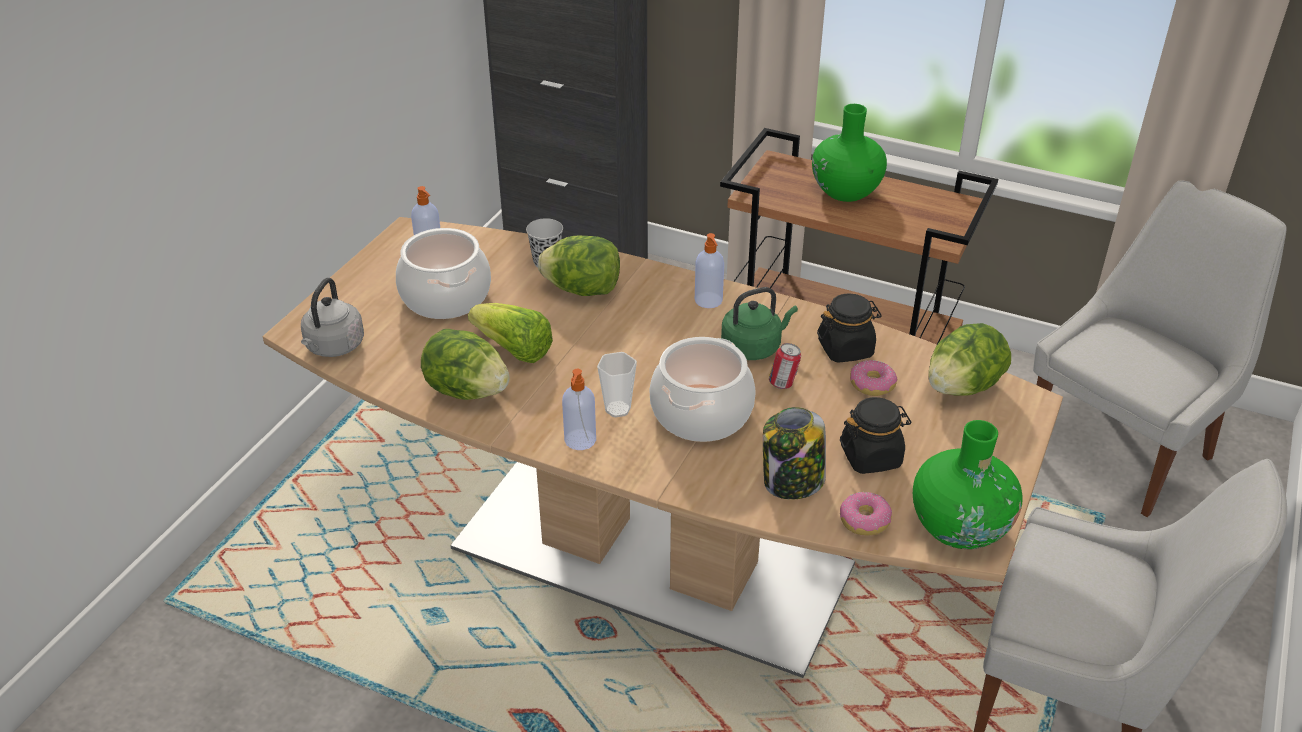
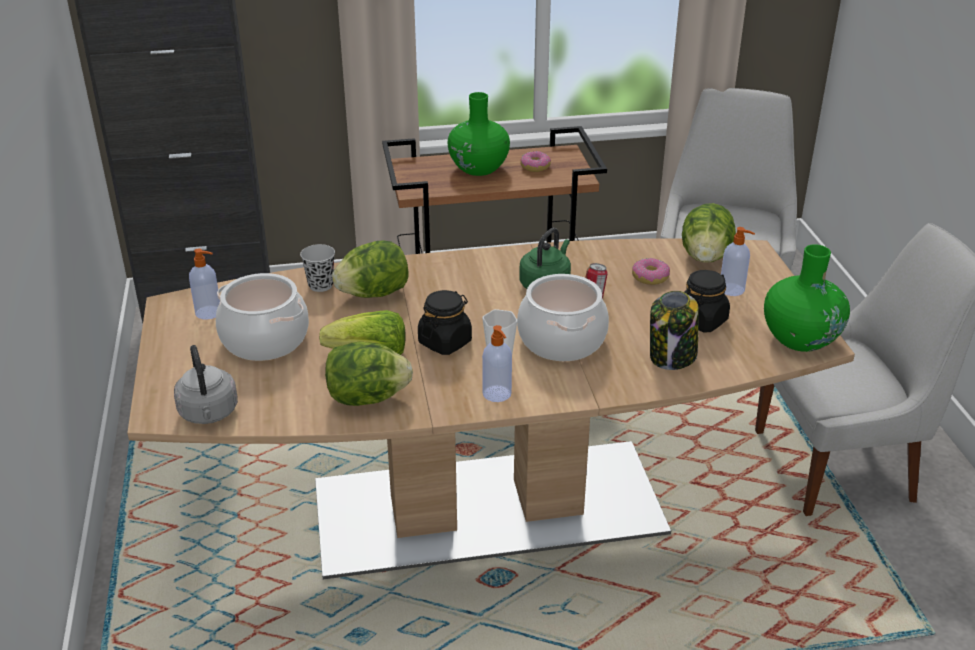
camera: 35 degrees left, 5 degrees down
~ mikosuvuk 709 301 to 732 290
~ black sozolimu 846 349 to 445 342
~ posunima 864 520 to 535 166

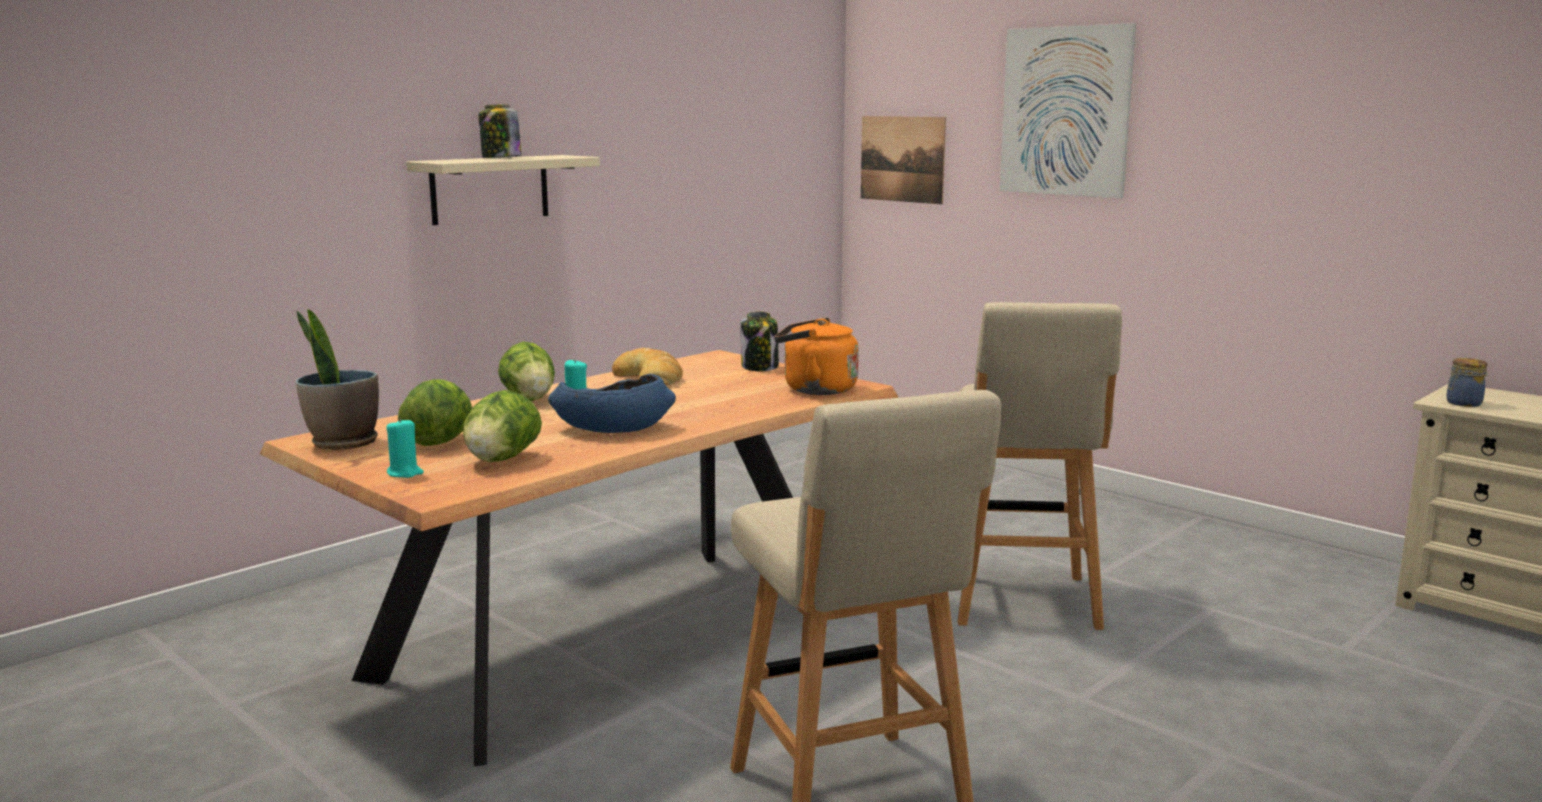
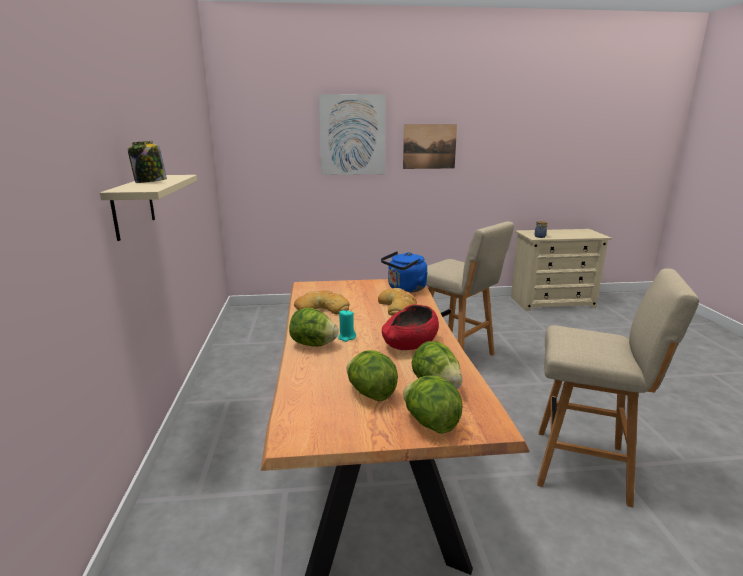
camera: 50 degrees left, 5 degrees up
- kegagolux 343 443
~ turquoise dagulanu 405 473 to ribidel 430 423
~ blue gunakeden 612 428 to red gunakeden 410 343
- sozolimu 760 367
~ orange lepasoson 815 389 to blue lepasoson 405 289
~ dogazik 902 159 to 429 146
+ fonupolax 398 307

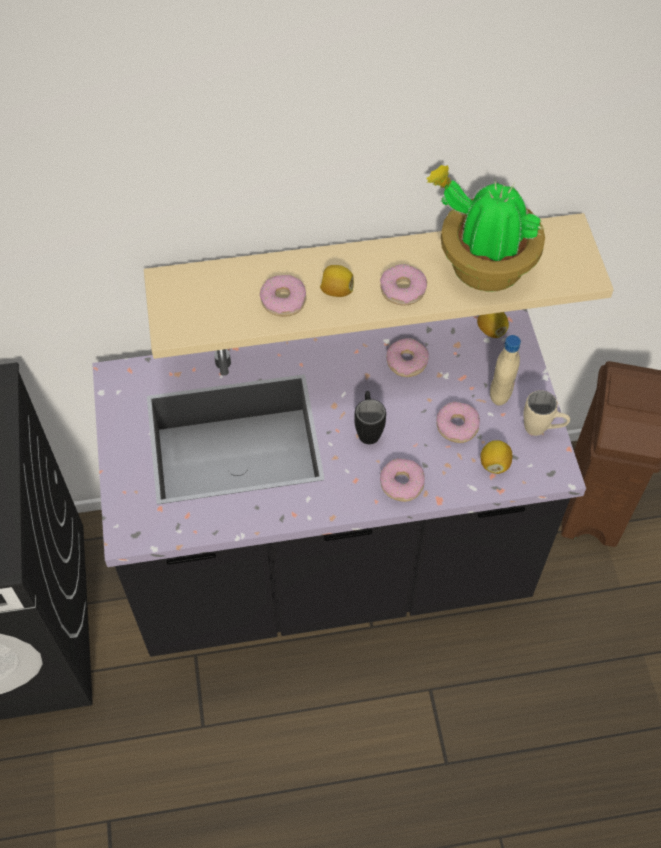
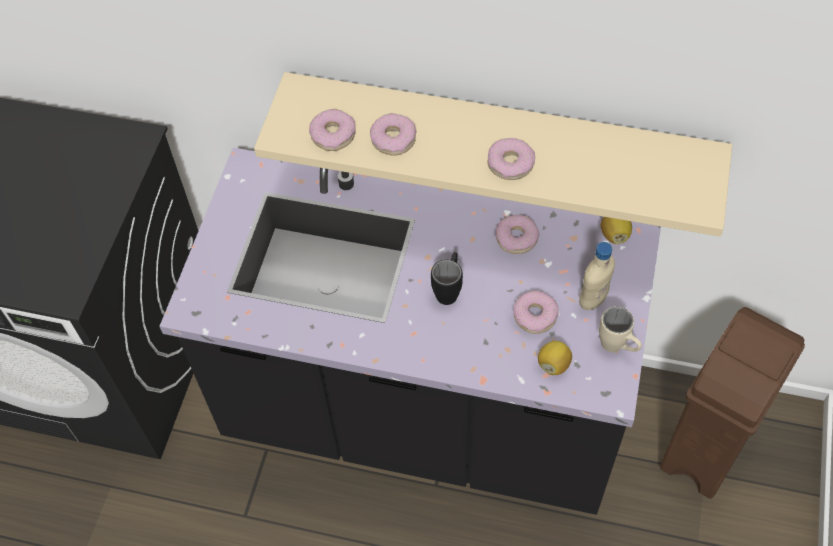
camera: 25 degrees right, 0 degrees up
- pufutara 336 290
~ posunima 402 483 to 333 135
- kegagolux 482 266

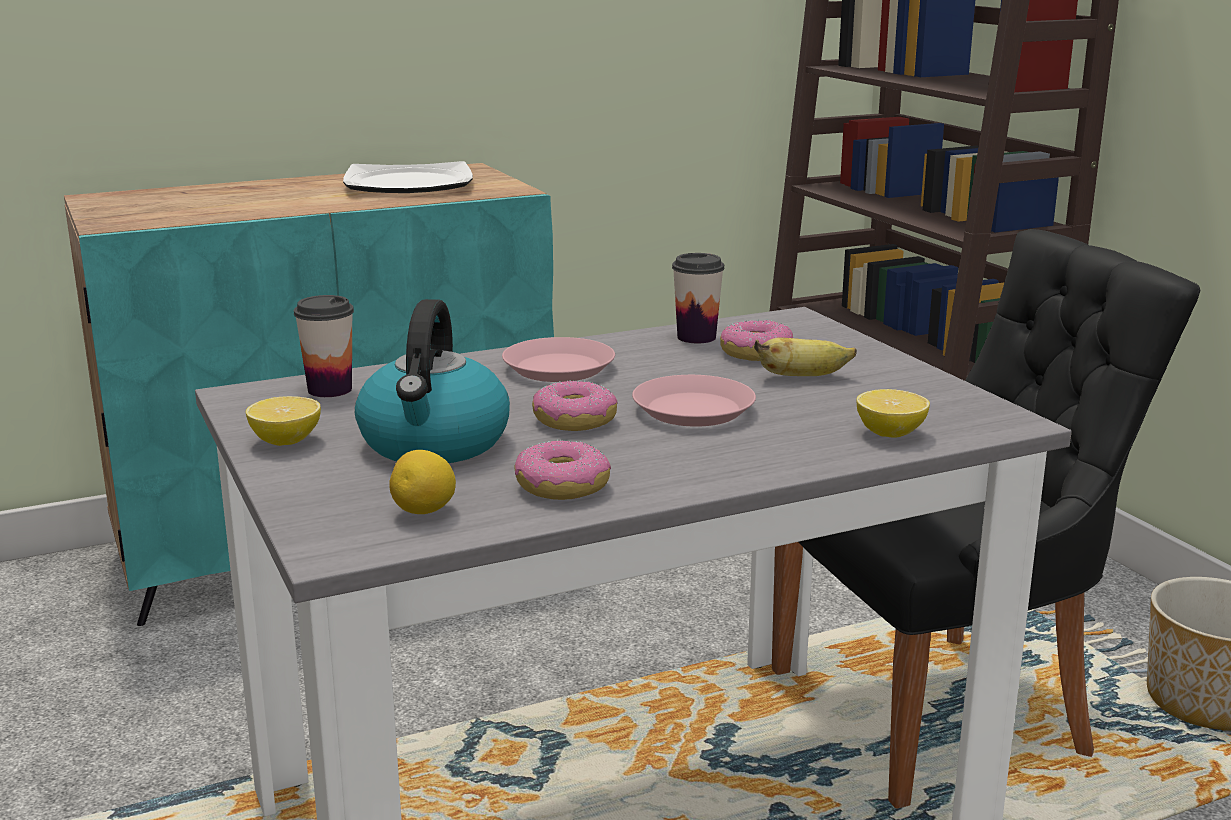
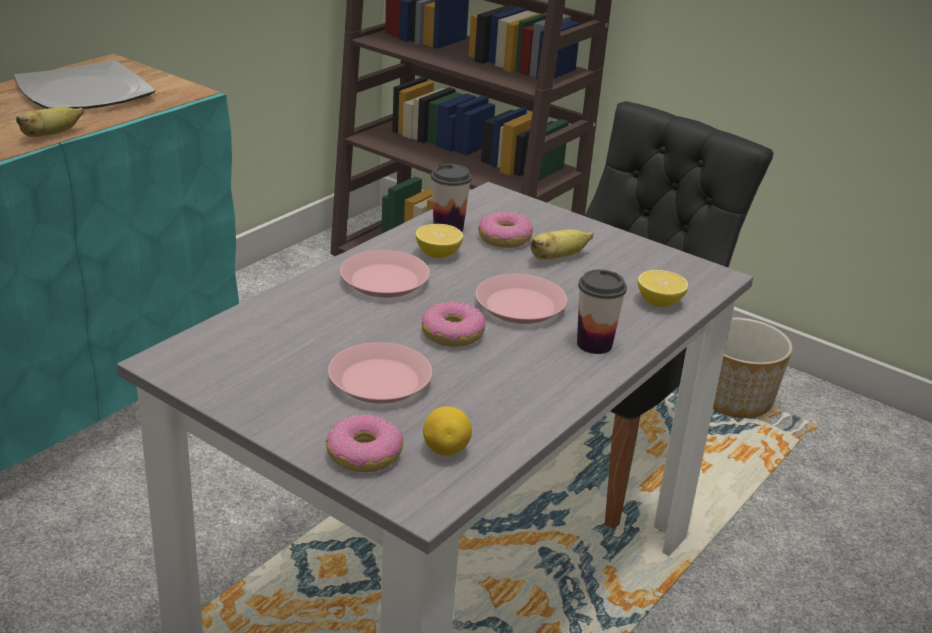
camera: 30 degrees left, 10 degrees up
~ pufutara 286 441 to 438 254
~ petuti 330 390 to 594 344
~ lepasoson 434 444 to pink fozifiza 379 381
~ posunima 561 486 to 364 455
+ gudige 51 135

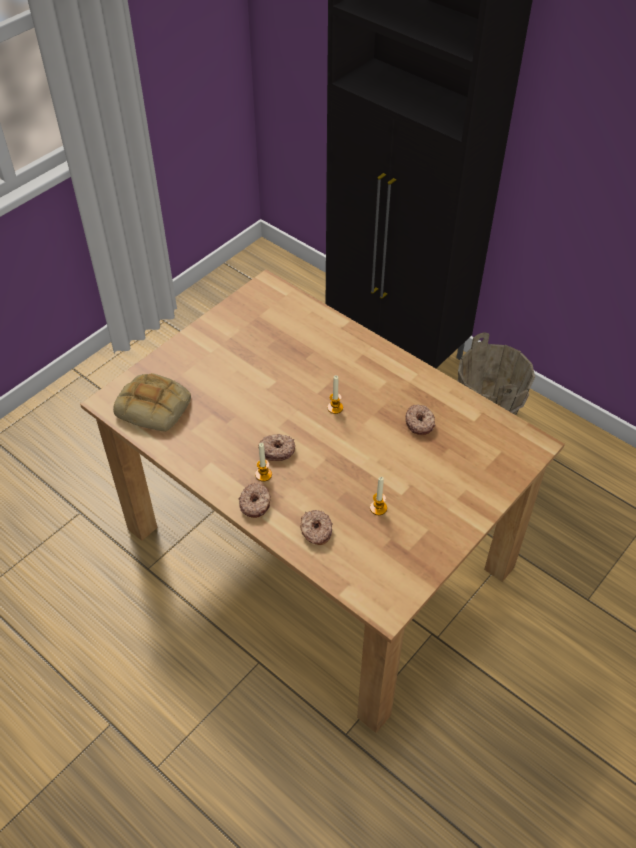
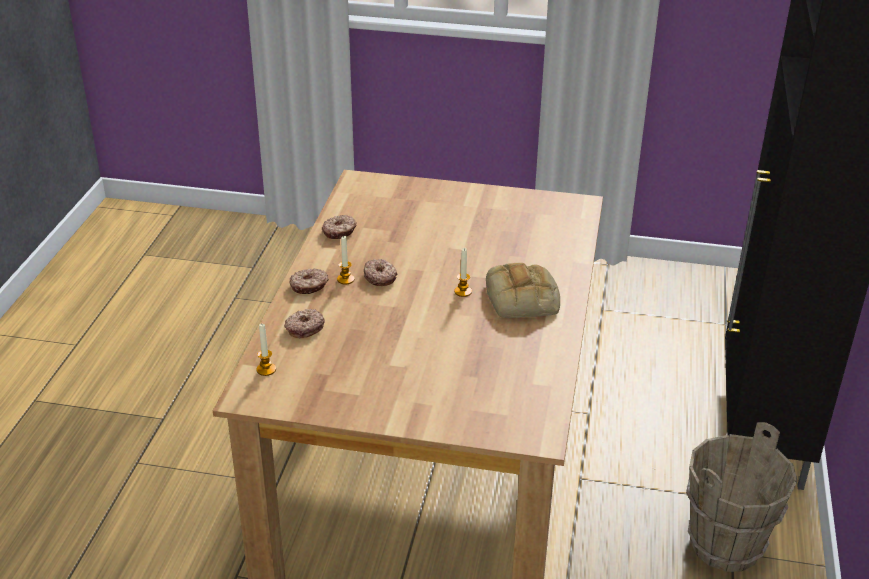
camera: 60 degrees right, 15 degrees down
~ fonupolax 155 406 to 523 299
~ dagulanu 378 508 to 266 369
~ posunima 420 423 to 339 232

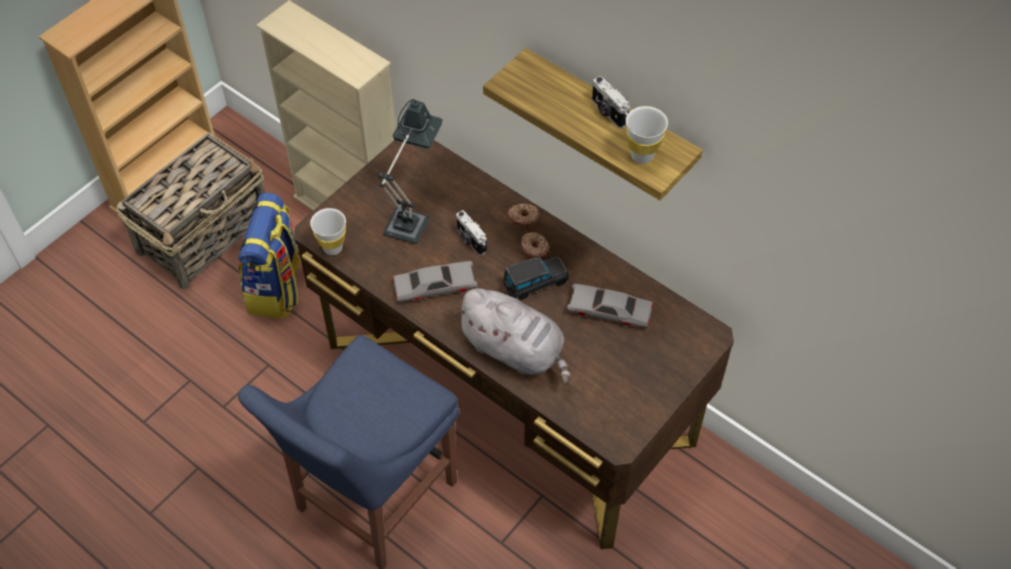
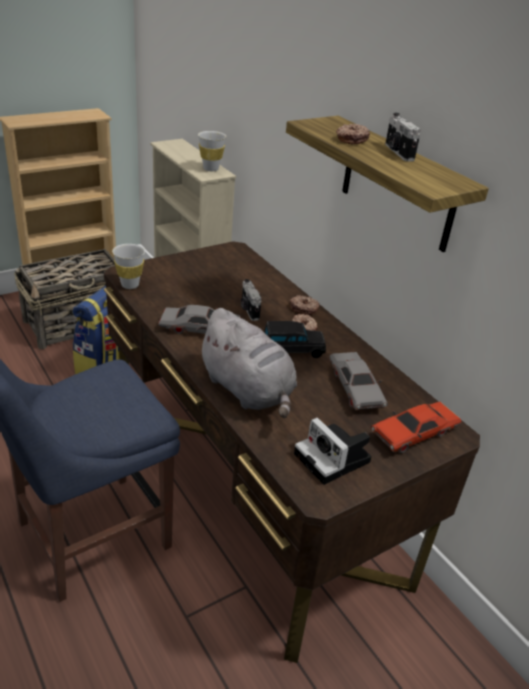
camera: 15 degrees right, 20 degrees down
- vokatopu 410 218
~ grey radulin 609 311 = 355 387 135 degrees counterclockwise
~ white petuti 642 155 to 211 169
+ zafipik 334 459
+ posunima 351 139
+ red radulin 414 433

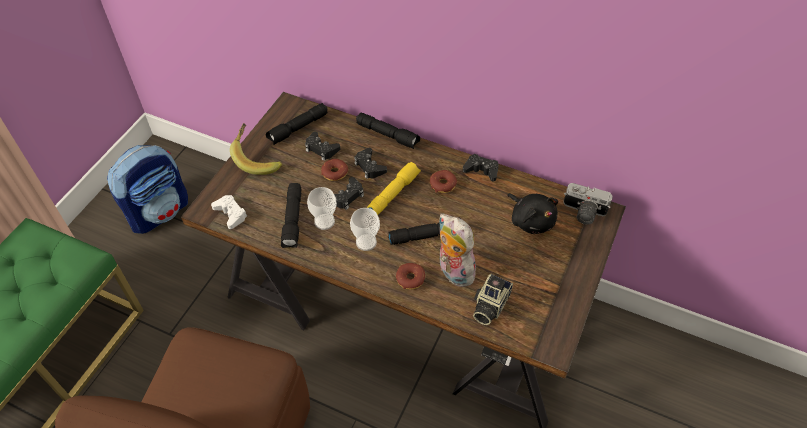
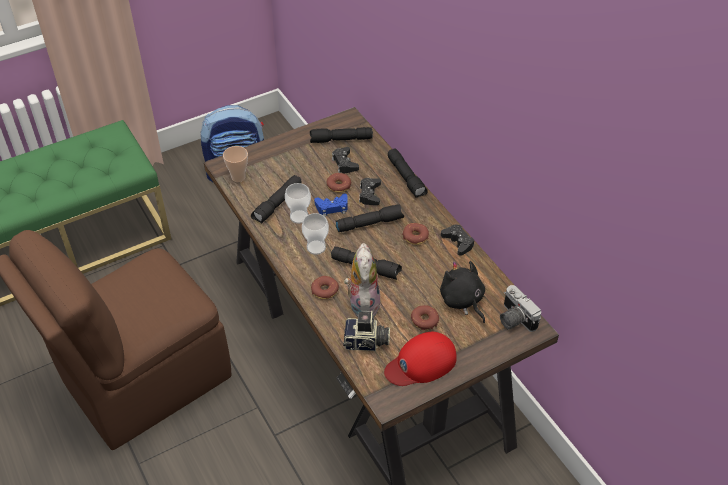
camera: 35 degrees right, 5 degrees down
~ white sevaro 231 214 to petuti 238 177
- gudige 258 158
~ black sevaro 347 196 to blue sevaro 332 207
~ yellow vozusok 393 193 to black vozusok 369 223
~ zafipik 489 306 = 366 343 150 degrees counterclockwise
~ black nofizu 531 220 = 462 301 150 degrees clockwise
+ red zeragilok 421 363
+ posunima 424 320

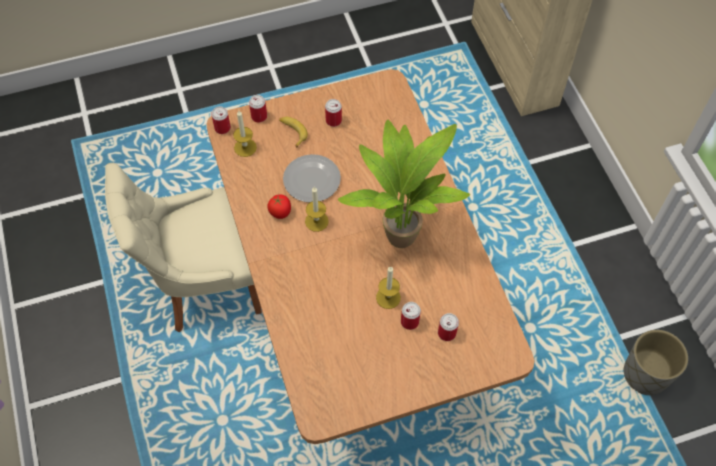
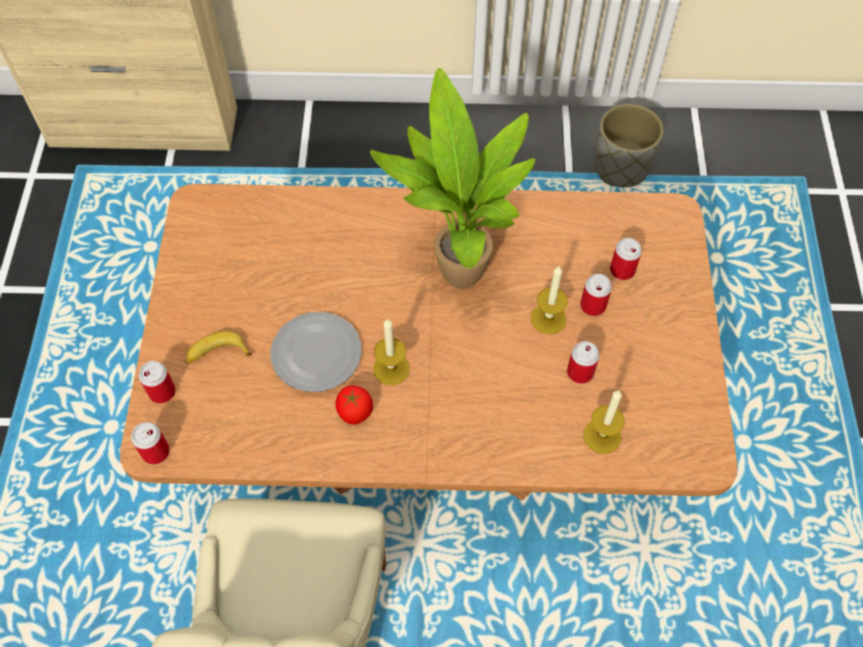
camera: 70 degrees left, 0 degrees up
~ dagulanu 245 147 to 602 436
~ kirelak 333 121 to 580 372

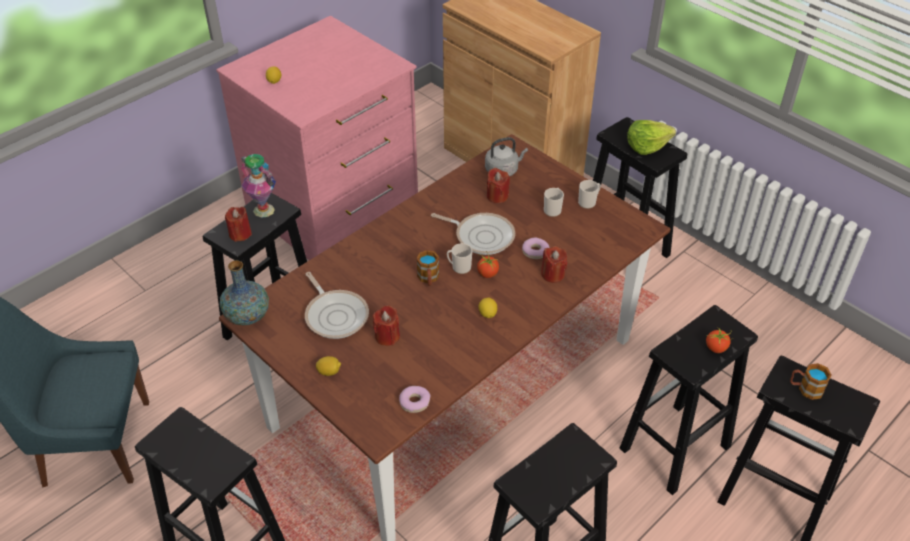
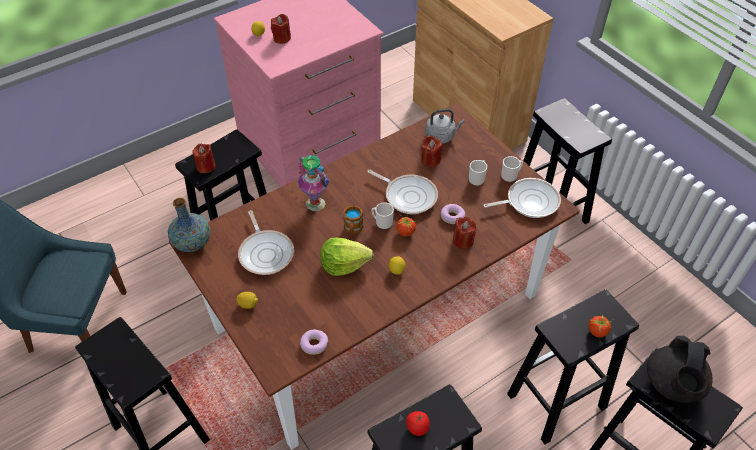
camera: 10 degrees right, 5 degrees up
~ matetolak 264 210 to 316 203
~ red dagulanu 387 336 to 282 38
~ ribidel 646 146 to 344 264
~ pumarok 805 389 to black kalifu 673 384
+ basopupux 417 428
+ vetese 529 201

